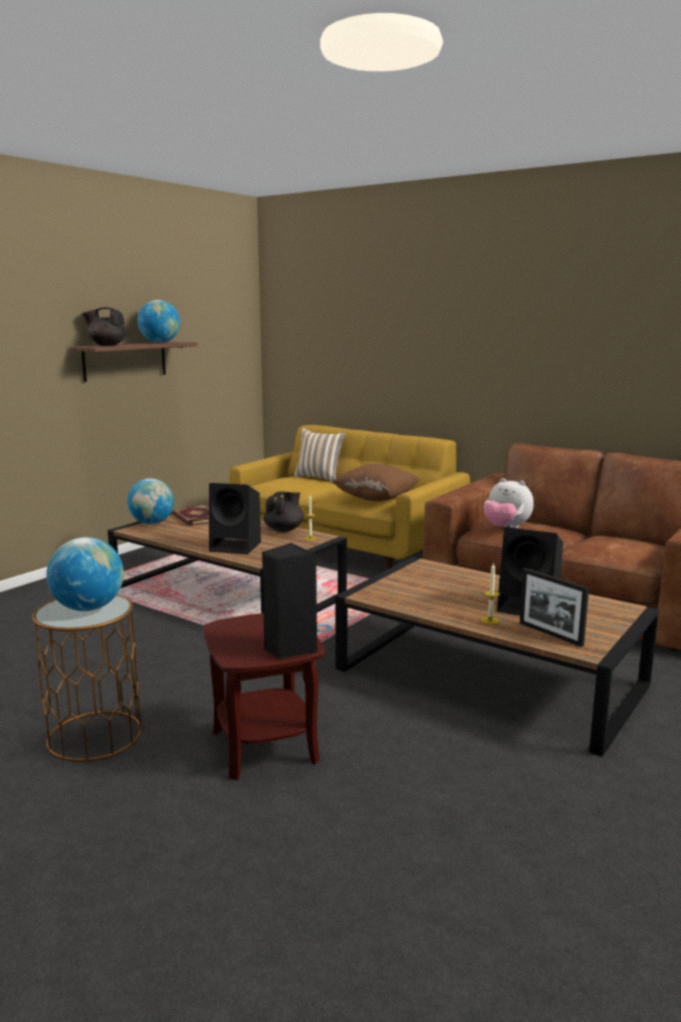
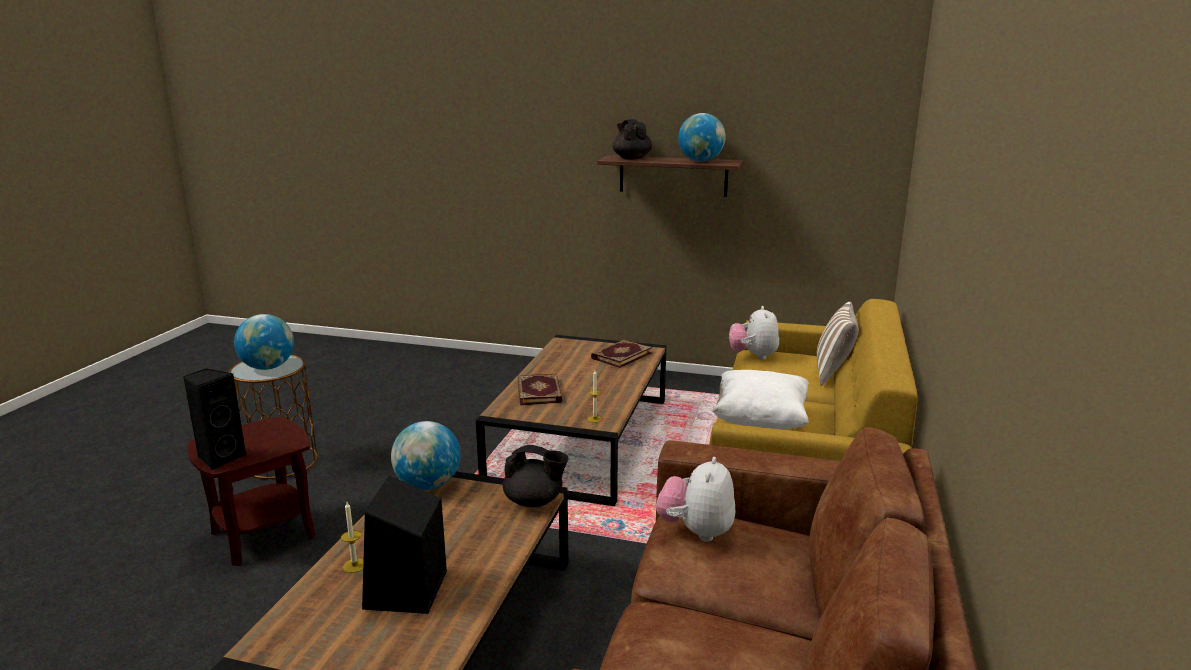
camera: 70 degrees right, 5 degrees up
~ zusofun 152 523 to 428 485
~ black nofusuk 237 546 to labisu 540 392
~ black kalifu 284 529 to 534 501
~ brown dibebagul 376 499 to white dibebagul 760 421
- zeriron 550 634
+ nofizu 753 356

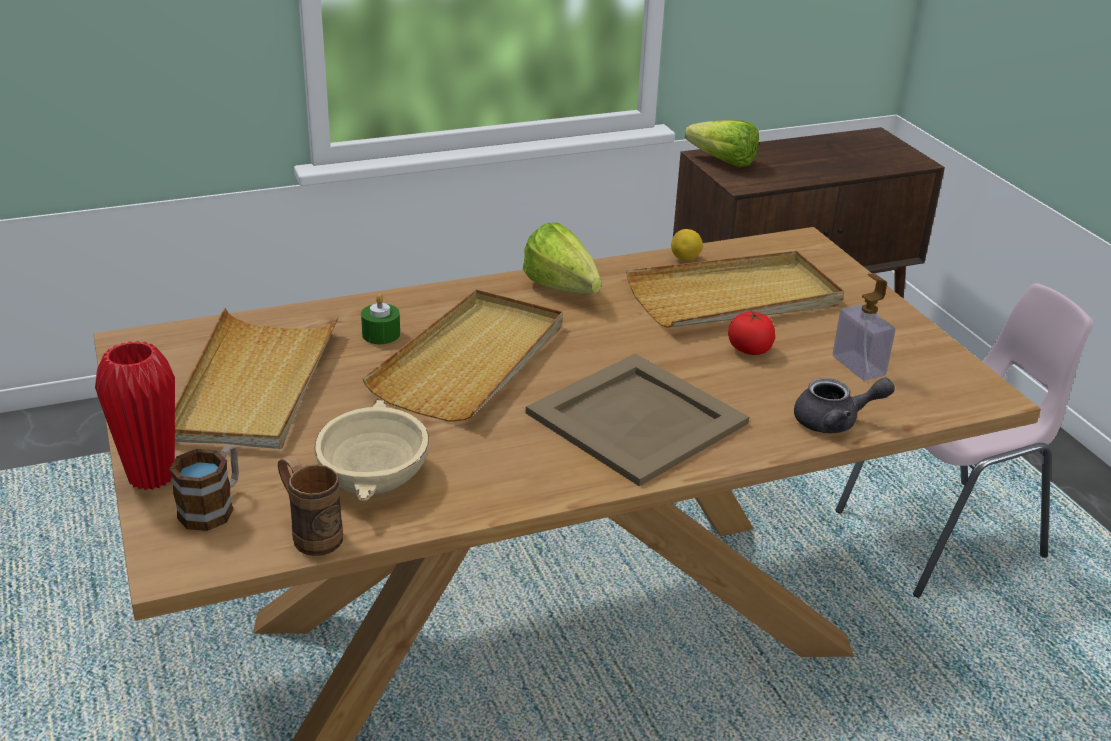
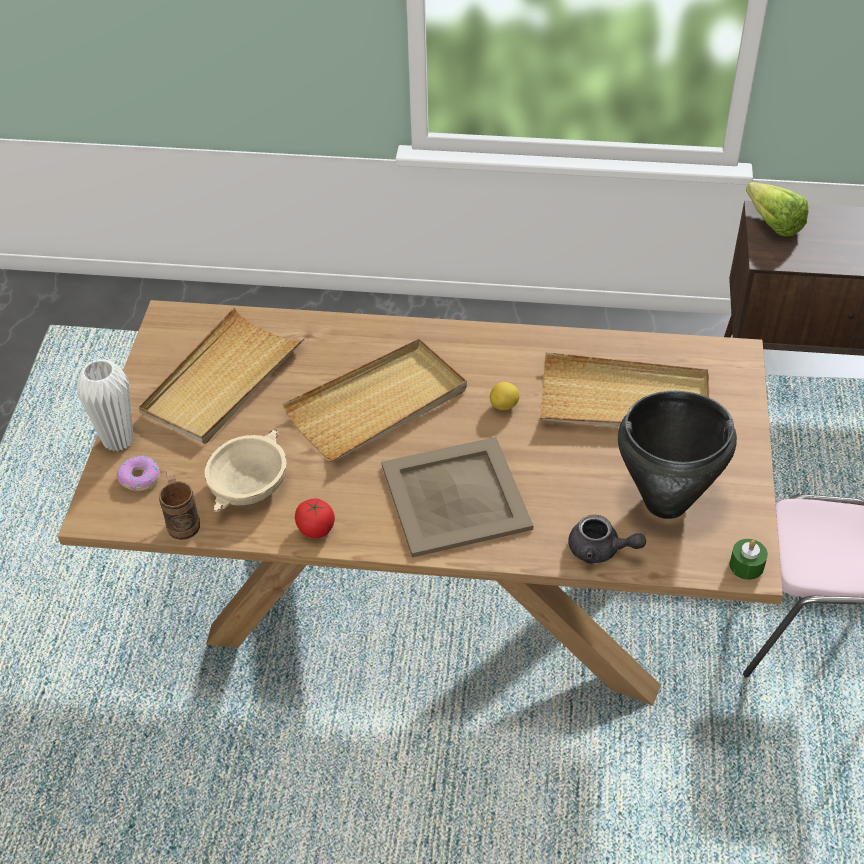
camera: 30 degrees right, 15 degrees up
~ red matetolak 151 476 to white matetolak 118 440
~ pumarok 213 507 to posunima 139 478
~ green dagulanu 381 334 to 746 566
- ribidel 565 292
~ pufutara 685 259 to 504 406
~ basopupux 749 350 to 316 528
~ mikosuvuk 858 366 to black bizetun 666 503

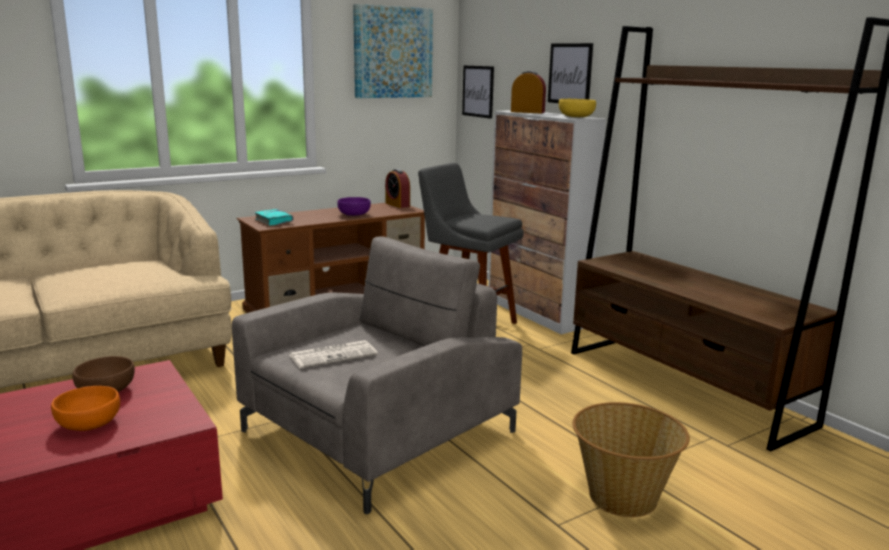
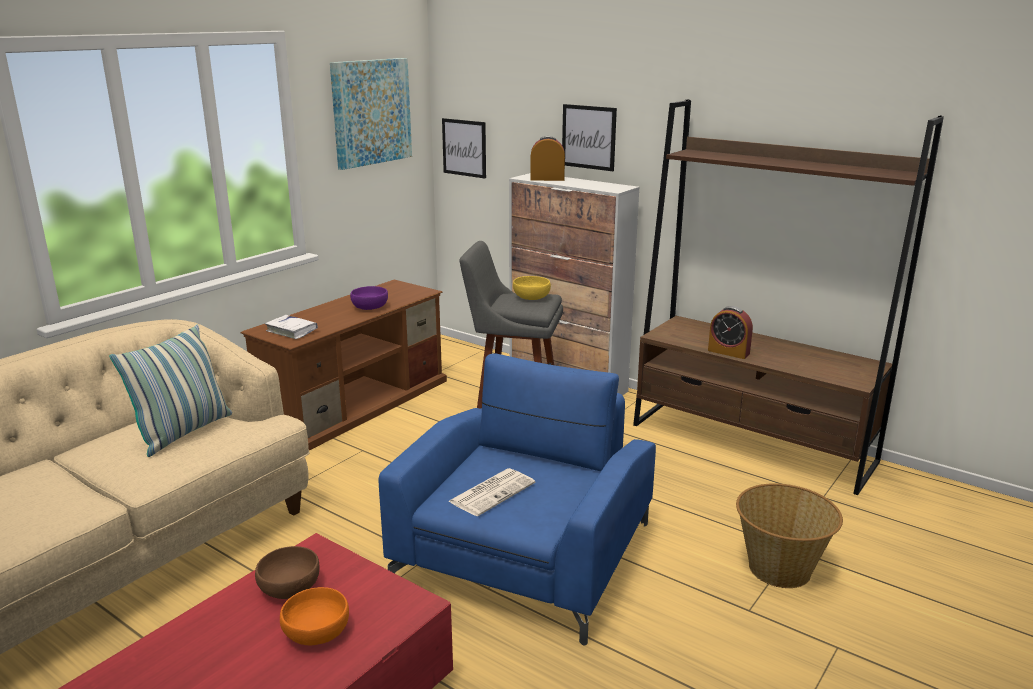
camera: 20 degrees left, 5 degrees up
~ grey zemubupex 378 431 to blue zemubupex 525 554
~ turquoise labisu 274 221 to white labisu 292 331
~ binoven 397 204 to 728 352
~ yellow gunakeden 575 117 to 531 298
+ dibebagul 183 432

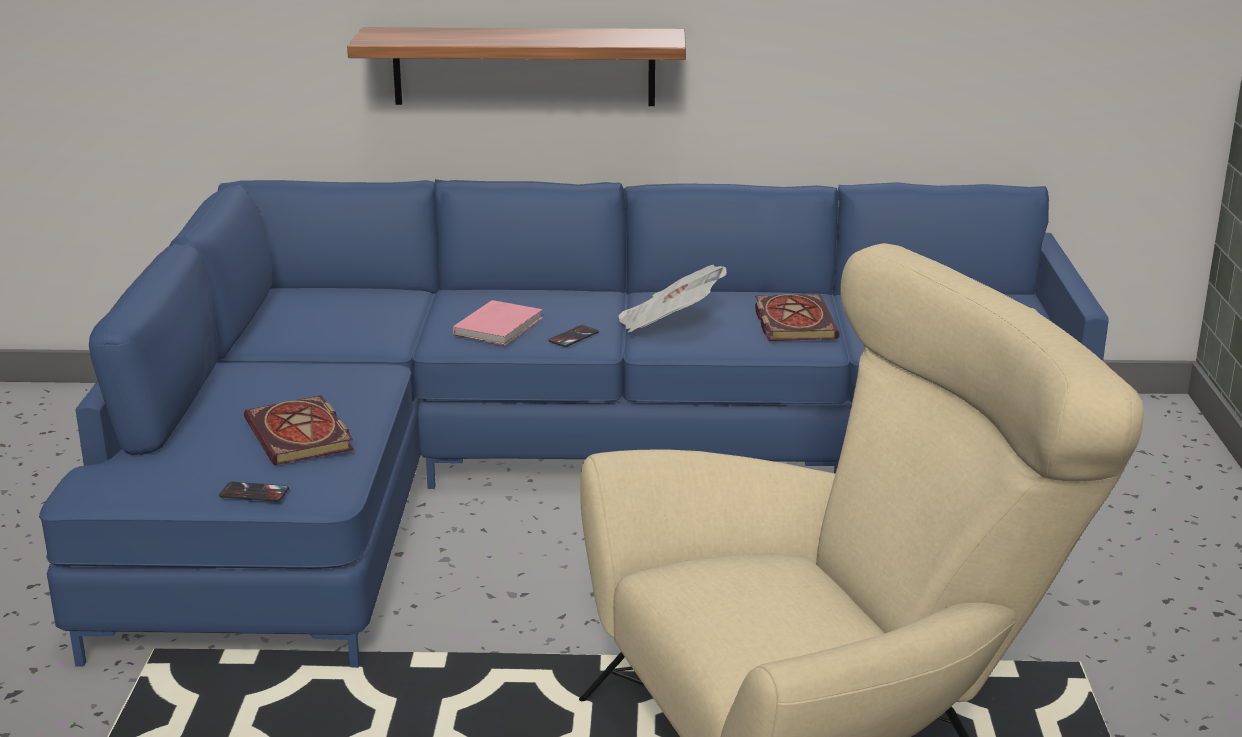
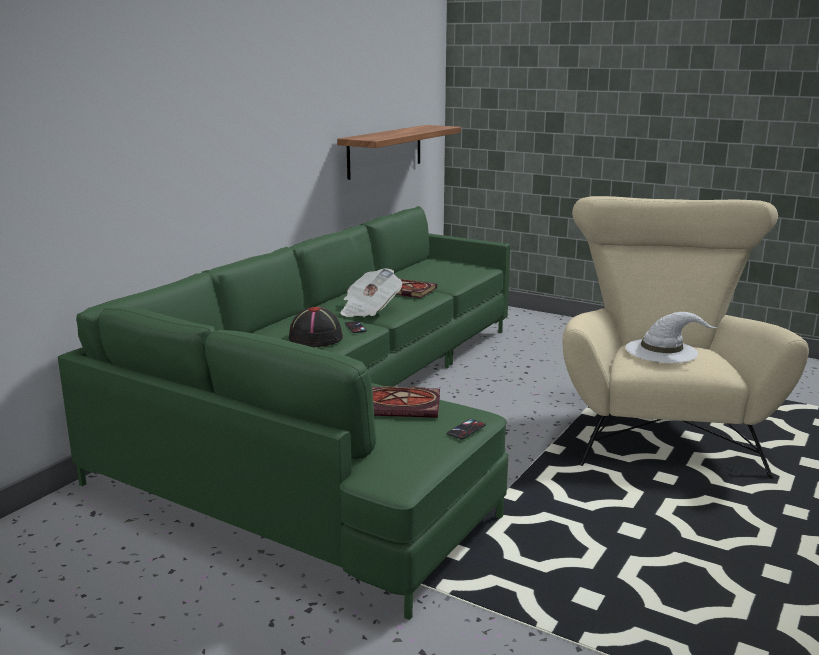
camera: 60 degrees left, 5 degrees down
~ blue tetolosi 545 472 to green tetolosi 342 420
~ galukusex 524 66 to 385 151
~ pink labisu 500 326 to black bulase 316 337
+ white bulase 662 350

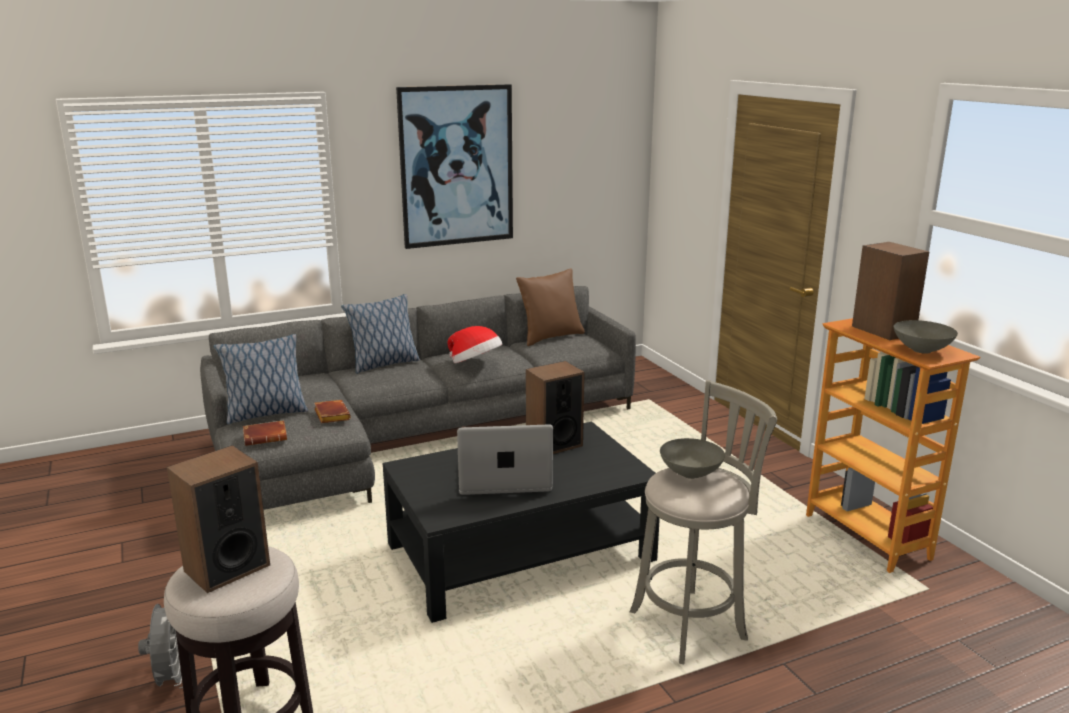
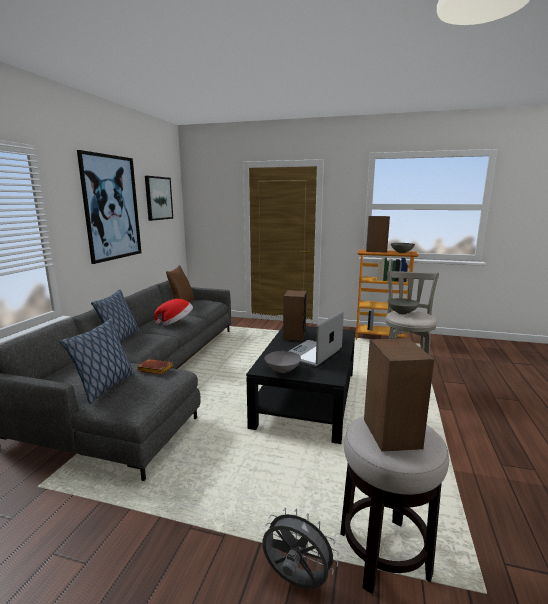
camera: 50 degrees left, 5 degrees down
- brown labisu 266 437
+ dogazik 158 198
+ grey gunakeden 282 370

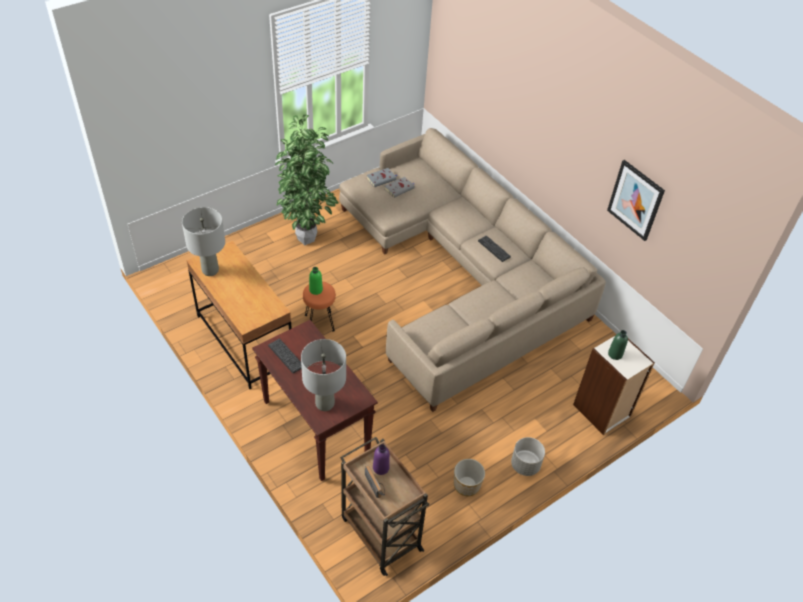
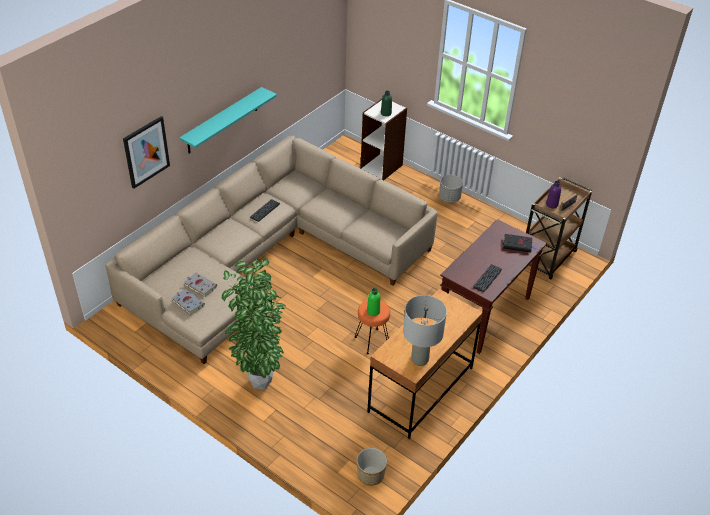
camera: 105 degrees left, 5 degrees down
~ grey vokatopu 325 404 to black labisu 518 245
~ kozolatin 466 485 to 371 474
~ dogazik 635 200 to 146 152
+ turquoise galukusex 222 121

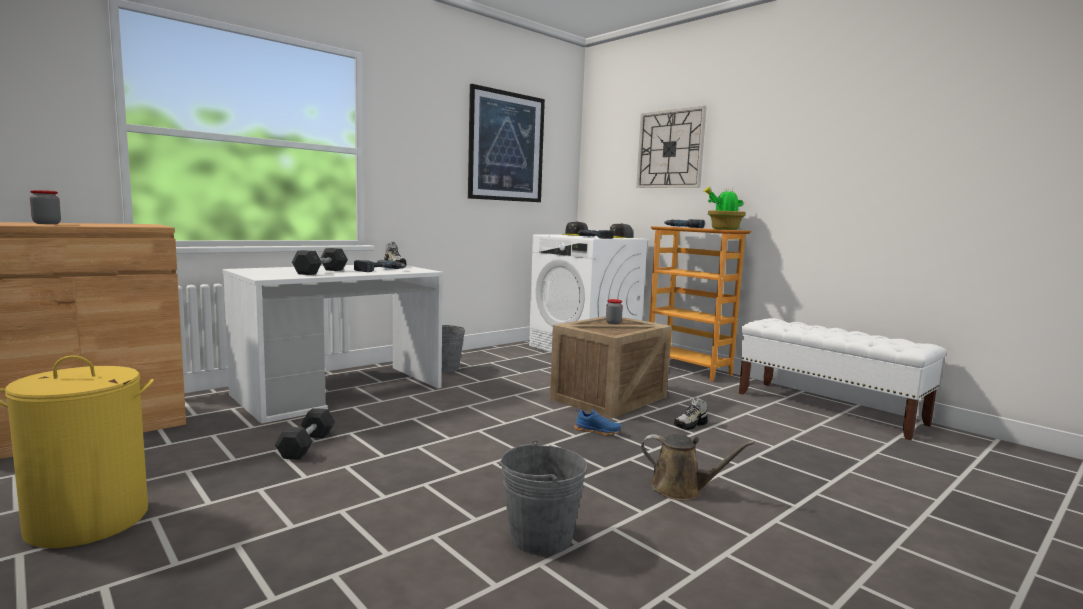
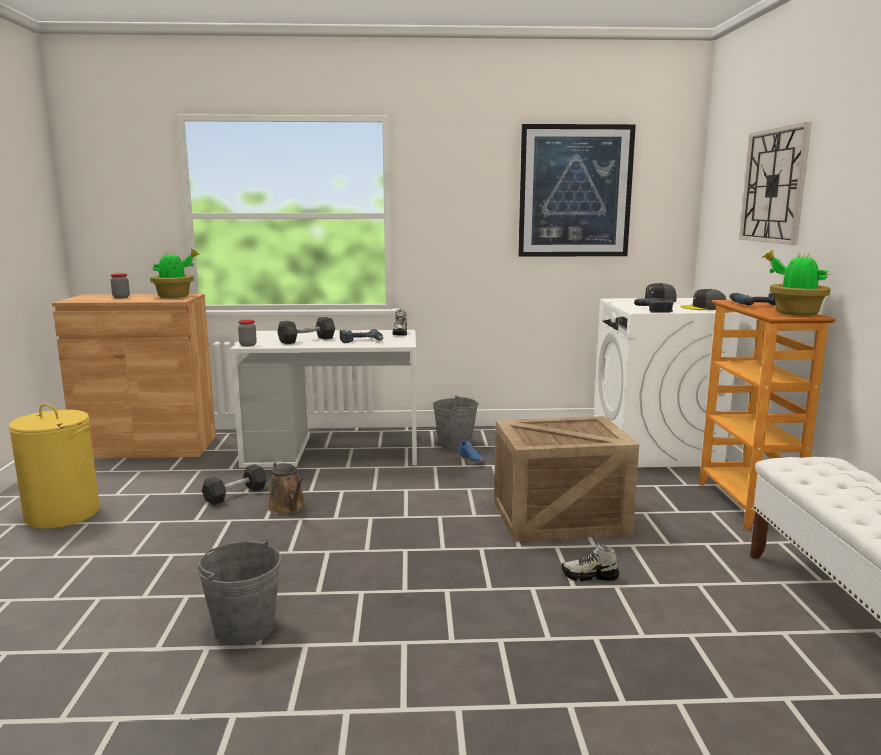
camera: 40 degrees right, 5 degrees up
~ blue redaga 598 431 to 471 460
~ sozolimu 613 323 to 248 345
~ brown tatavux 681 490 to 288 507
+ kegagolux 175 296

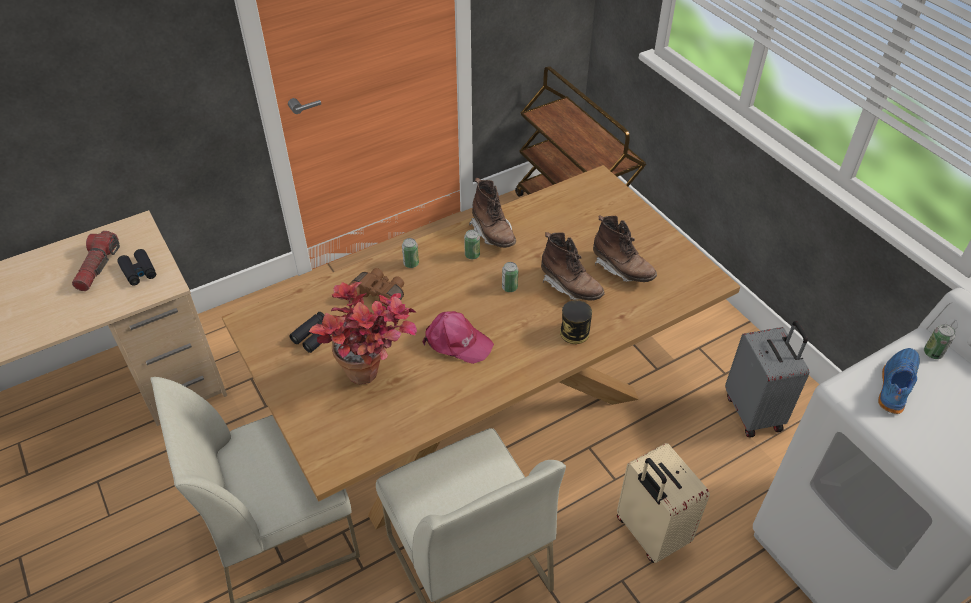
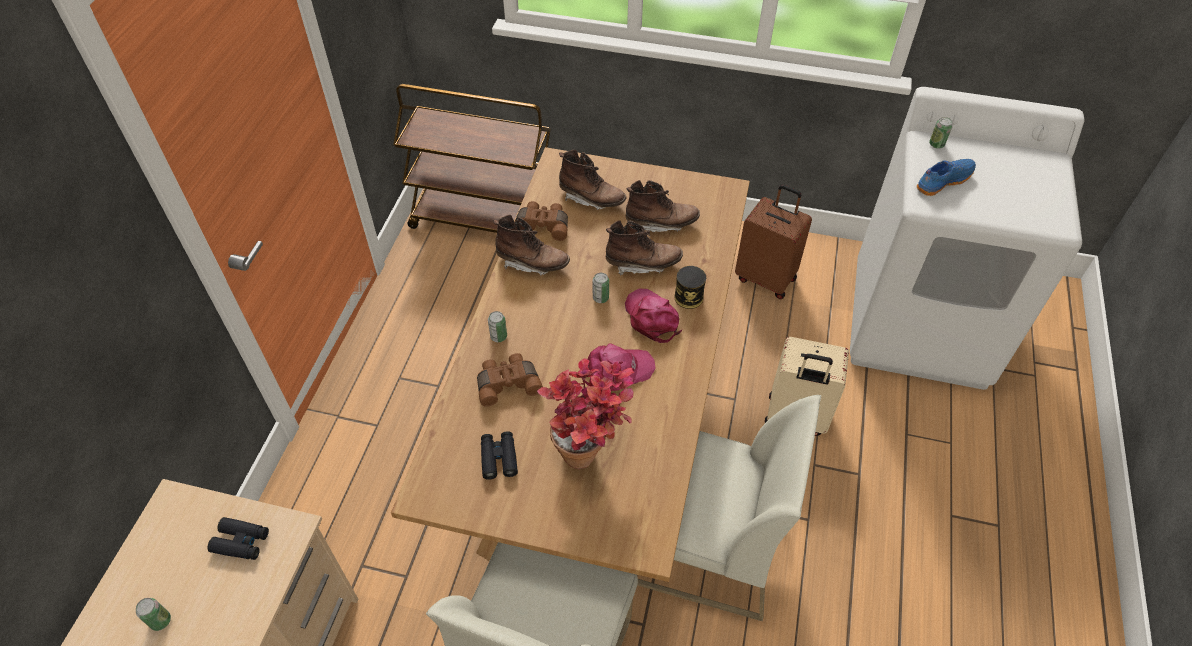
camera: 45 degrees left, 5 degrees up
- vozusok 97 267
~ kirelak 472 255 to 160 621
~ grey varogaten 754 412 to brown varogaten 766 278
~ blue redaga 894 385 = 942 181 75 degrees clockwise
+ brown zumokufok 542 226
+ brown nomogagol 591 199
+ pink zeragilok 652 318

